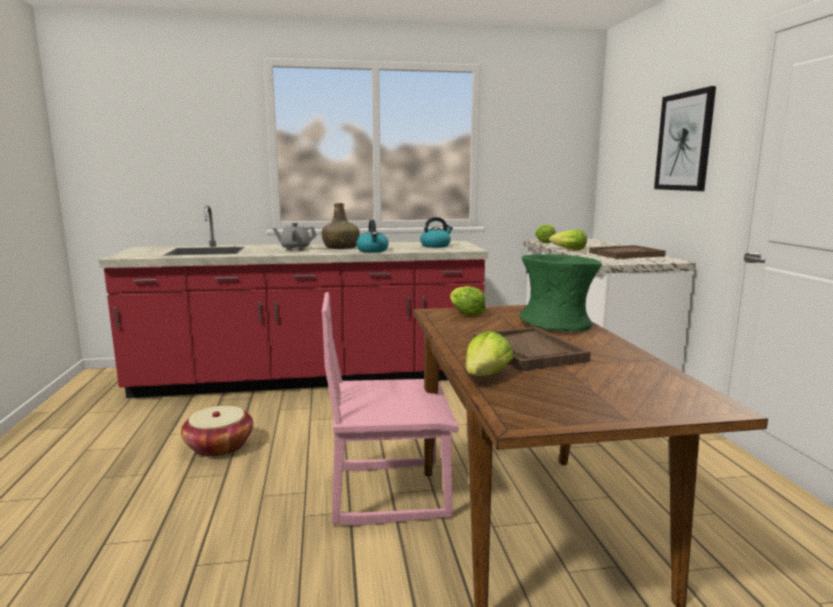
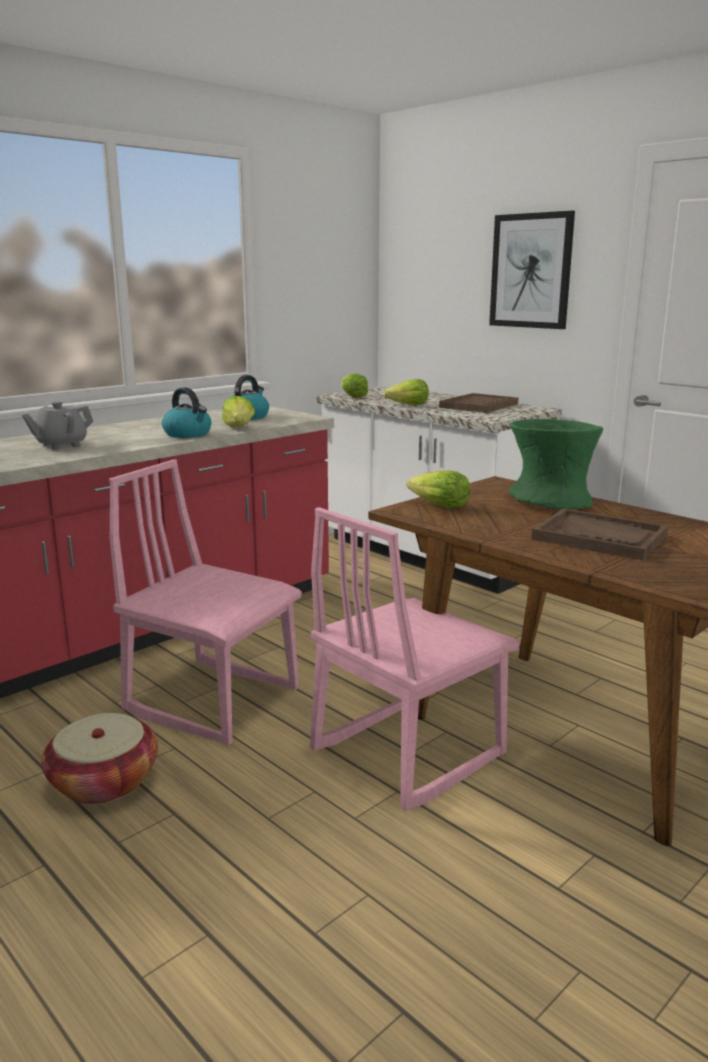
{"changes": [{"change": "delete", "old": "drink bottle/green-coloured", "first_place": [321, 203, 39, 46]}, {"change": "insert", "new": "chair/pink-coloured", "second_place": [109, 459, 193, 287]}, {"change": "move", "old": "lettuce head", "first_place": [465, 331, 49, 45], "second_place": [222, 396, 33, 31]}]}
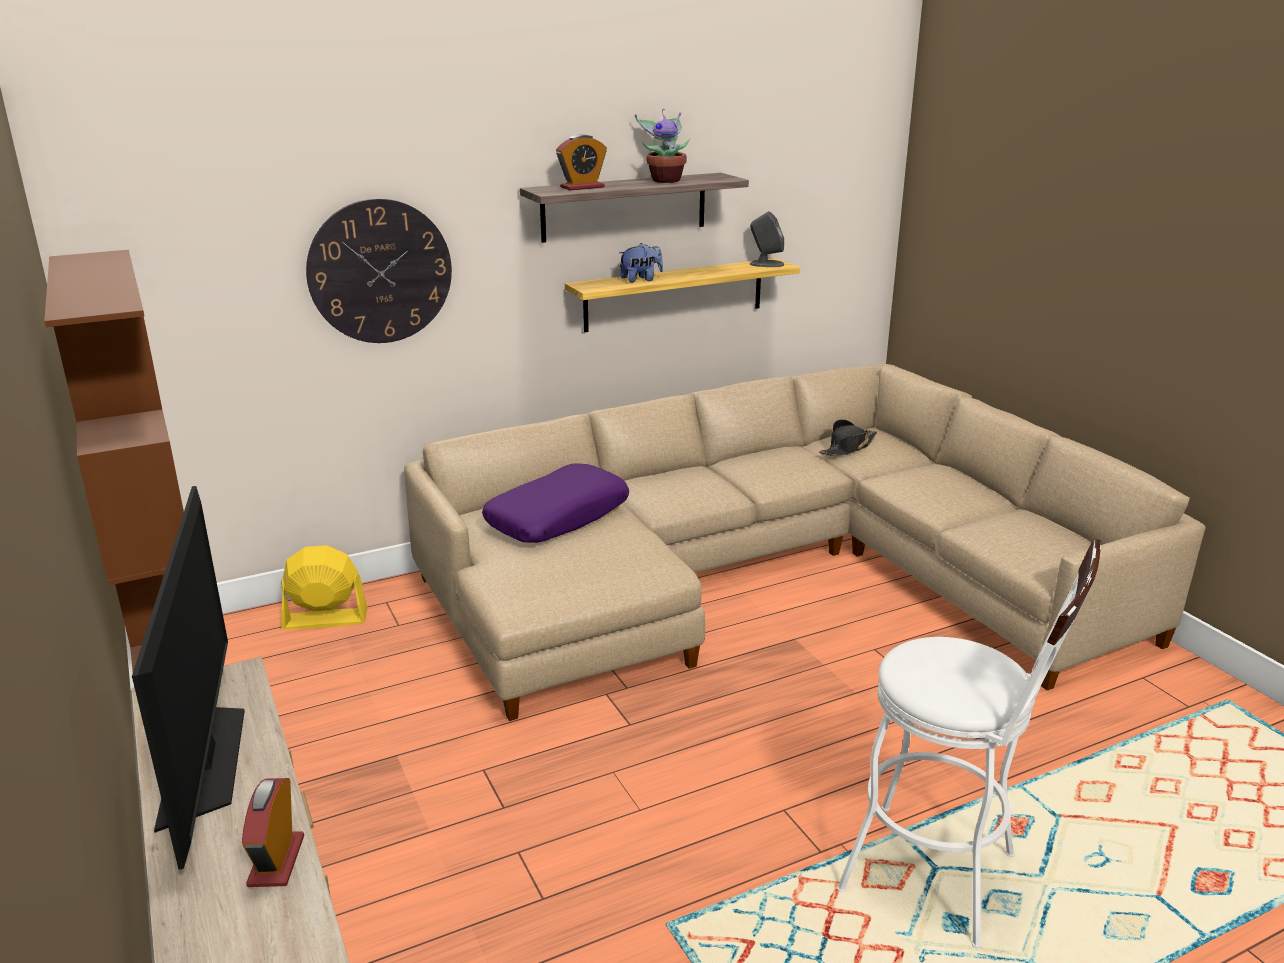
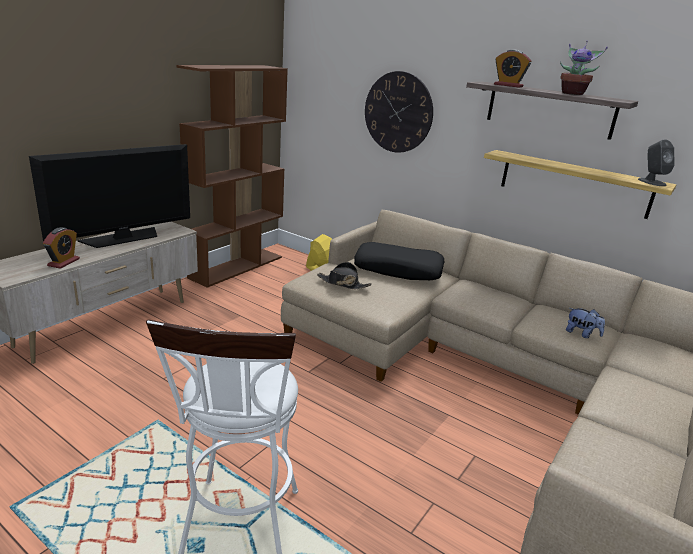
{"changes": [{"change": "move", "old": "plush toy", "first_place": [619, 243, 44, 40], "second_place": [566, 308, 39, 30]}, {"change": "move", "old": "hat/black-coloured", "first_place": [819, 419, 58, 37], "second_place": [317, 262, 55, 27]}, {"change": "recolor", "old": "pillow/purplish", "new": "pillow/black-coloured", "first_place": [482, 463, 147, 80], "second_place": [354, 242, 90, 38]}, {"change": "rotate", "old": "table clock", "first_place": [242, 778, 62, 109], "second_place": [43, 227, 37, 42], "degrees": 135}]}
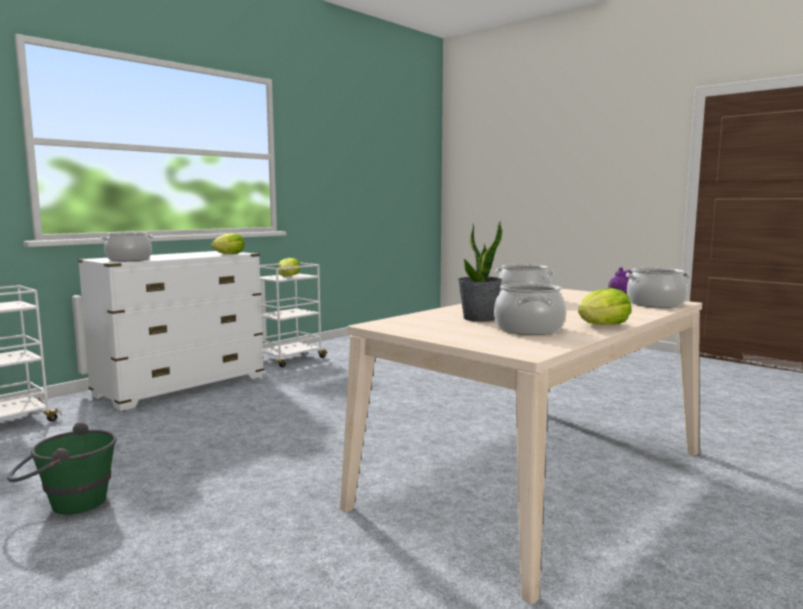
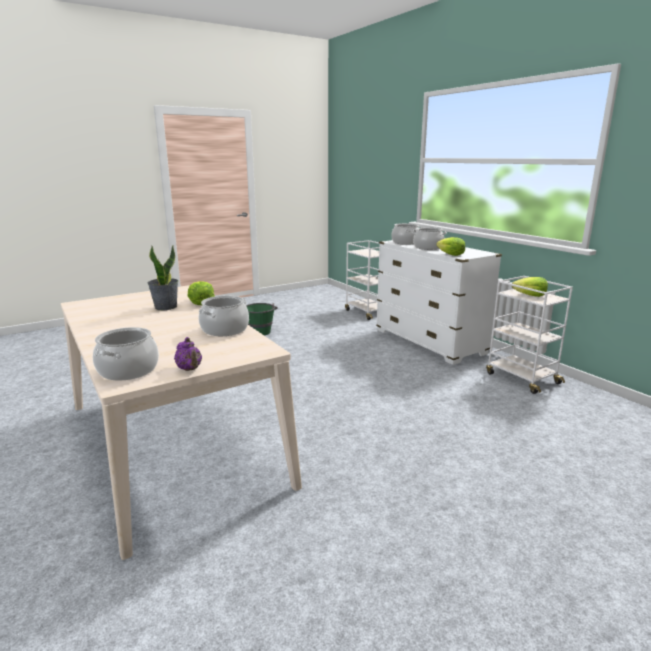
{"changes": [{"change": "move", "old": "cooking pot", "first_place": [494, 283, 73, 52], "second_place": [412, 227, 35, 23]}, {"change": "move", "old": "lettuce head", "first_place": [578, 288, 54, 37], "second_place": [188, 281, 27, 24]}]}
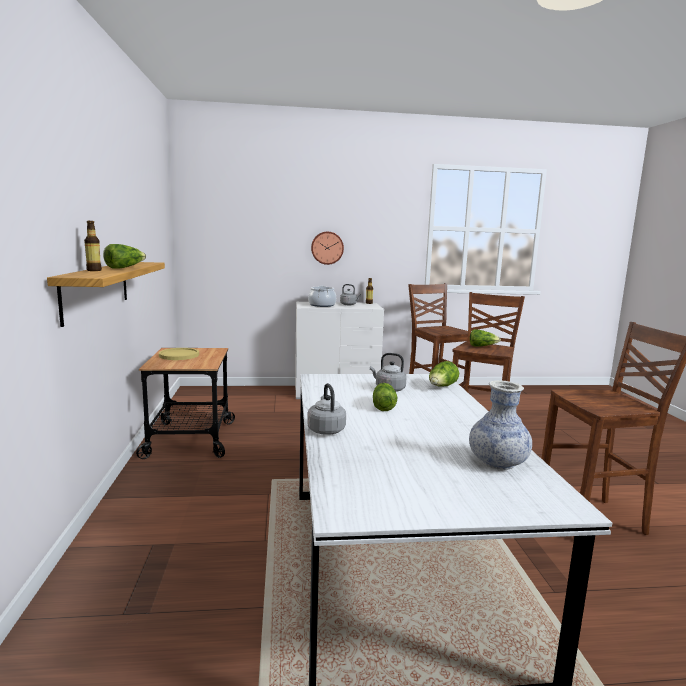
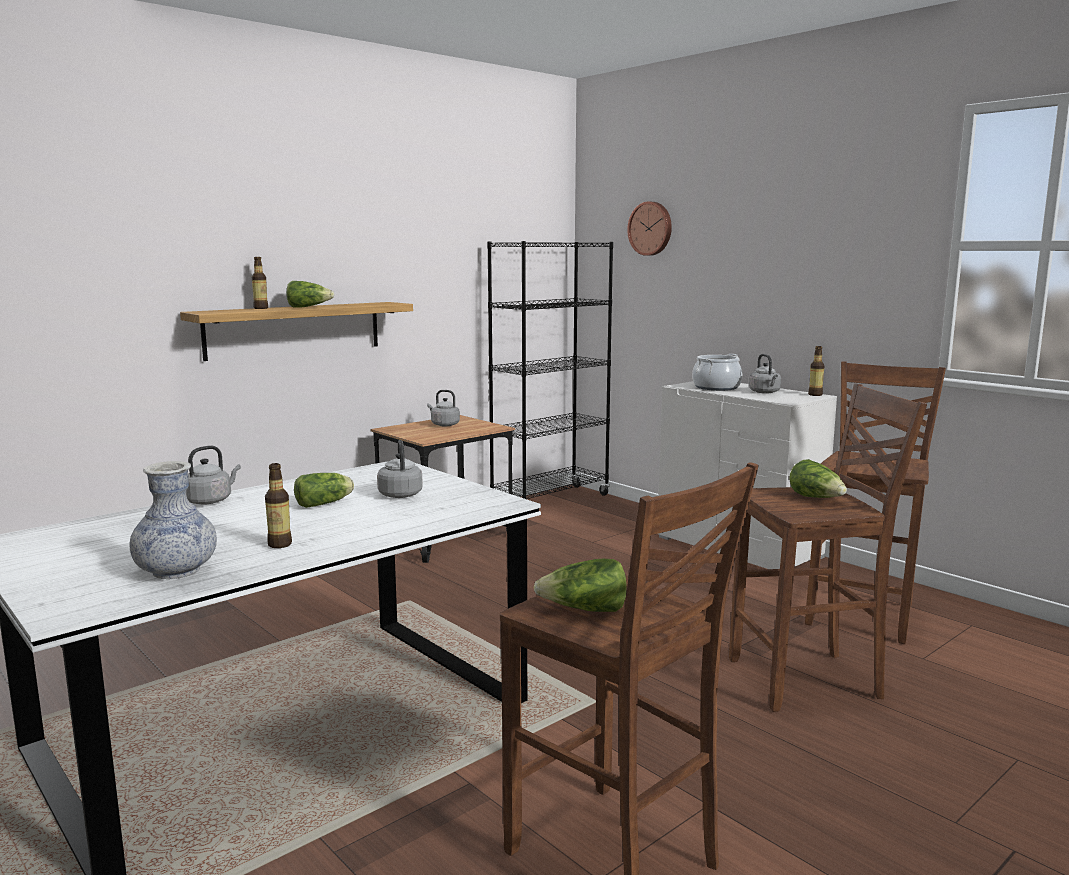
{"changes": [{"change": "insert", "new": "drink bottle", "second_place": [265, 463, 27, 85]}, {"change": "insert", "new": "bookcase/black-coloured", "second_place": [487, 241, 126, 258]}, {"change": "move", "old": "wall clock", "first_place": [311, 232, 33, 33], "second_place": [627, 201, 45, 55]}, {"change": "move", "old": "lettuce head", "first_place": [429, 361, 30, 25], "second_place": [533, 559, 94, 53]}, {"change": "replace", "old": "flat dish/yellowish", "new": "tea kettle/grey", "first_place": [159, 348, 40, 12], "second_place": [427, 390, 33, 36]}]}
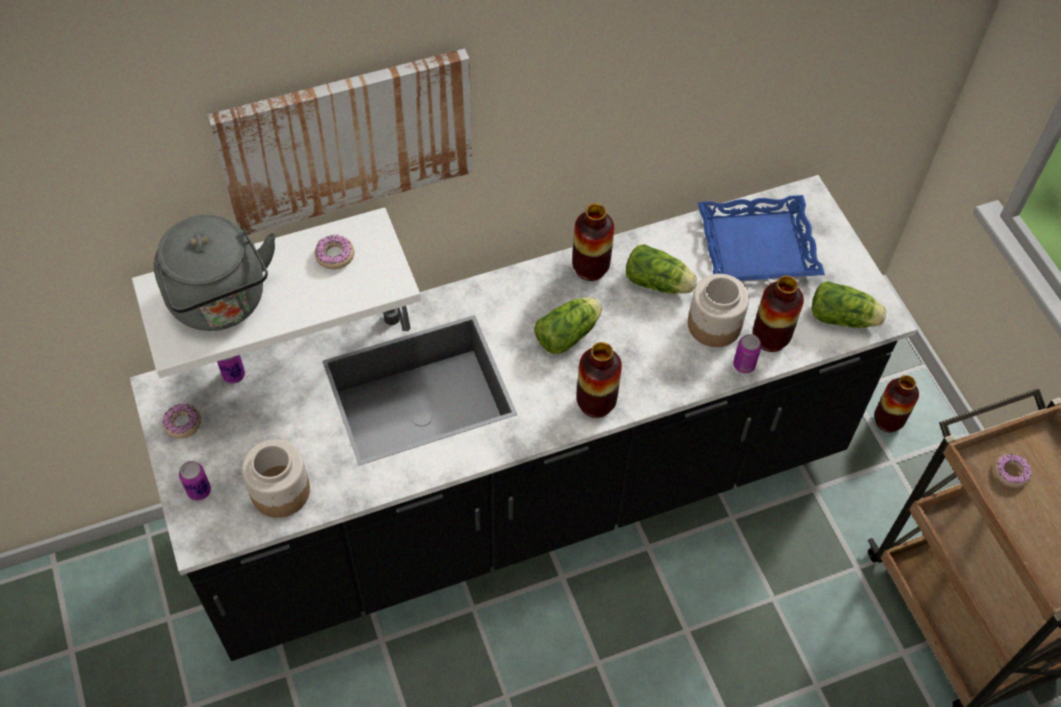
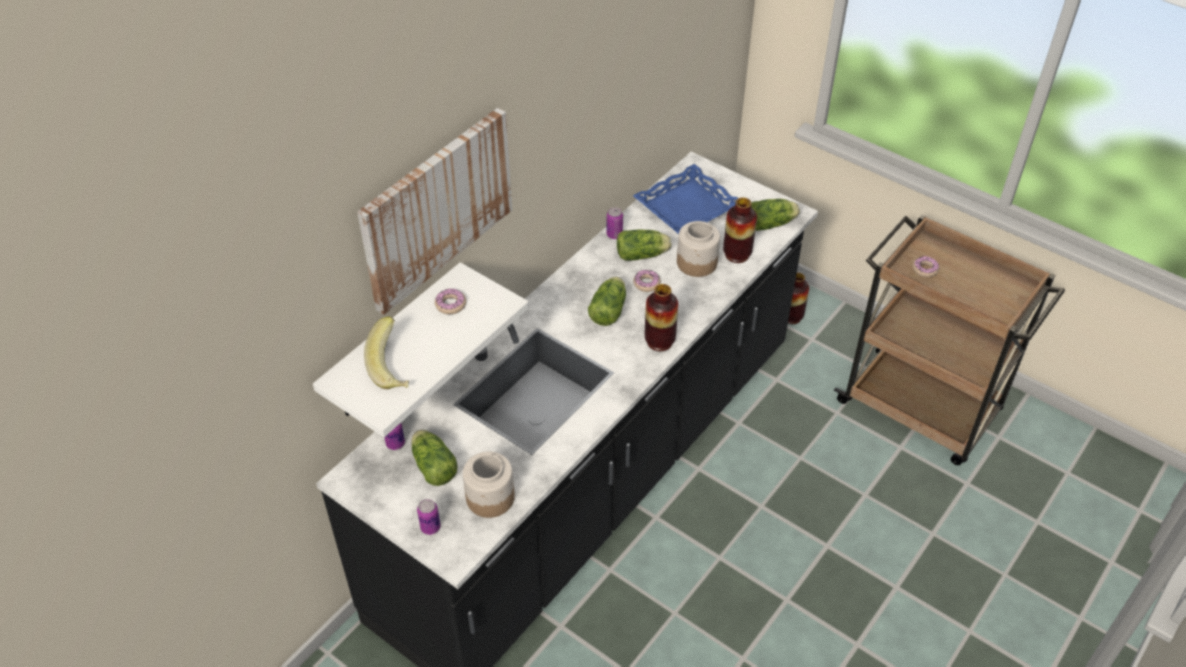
{"changes": [{"change": "delete", "old": "vase", "first_place": [572, 204, 42, 77]}, {"change": "insert", "new": "lettuce head", "second_place": [411, 430, 46, 56]}, {"change": "move", "old": "doughnut", "first_place": [163, 403, 38, 36], "second_place": [633, 270, 28, 22]}, {"change": "move", "old": "can", "first_place": [733, 334, 28, 39], "second_place": [606, 207, 17, 32]}, {"change": "replace", "old": "tea kettle/grey", "new": "banana fruit", "first_place": [154, 215, 122, 116], "second_place": [364, 316, 45, 73]}]}
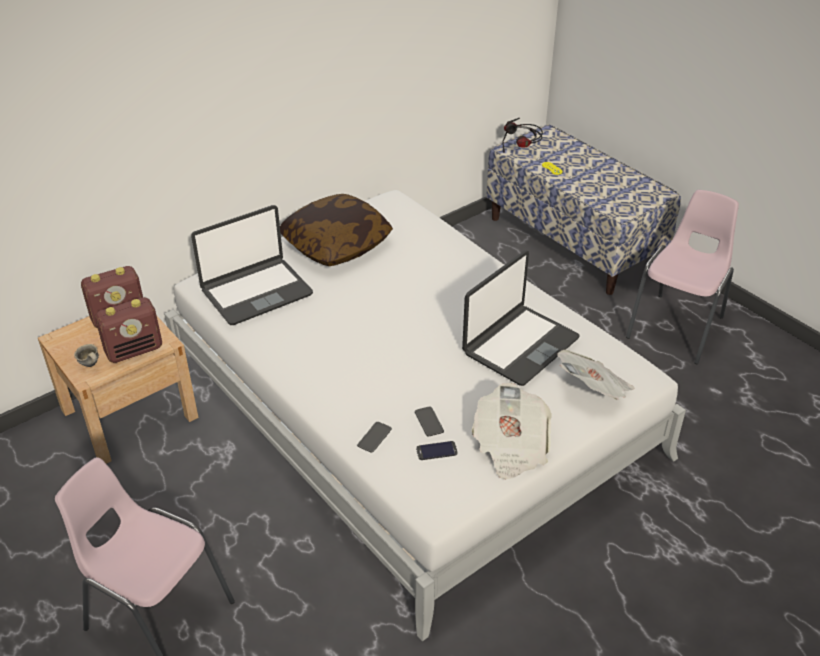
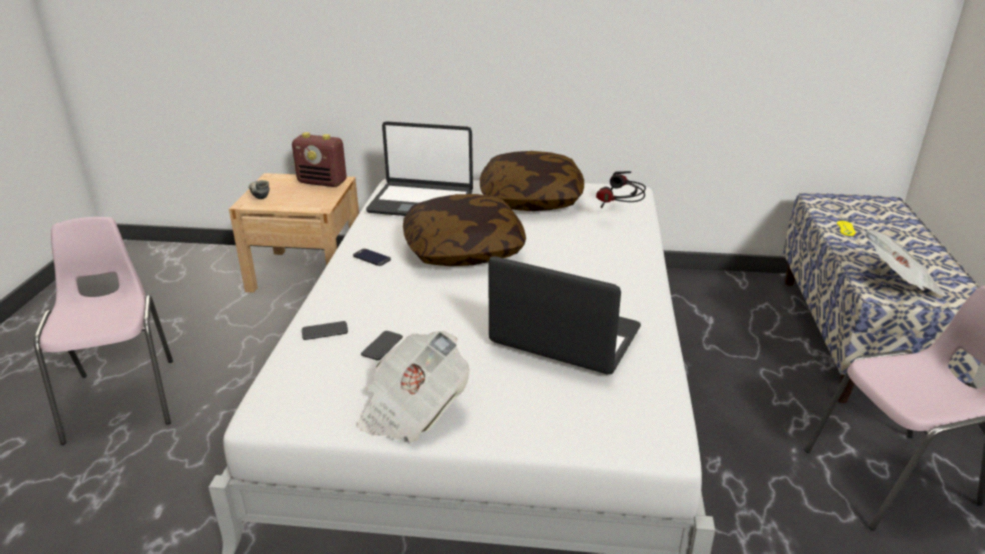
{"changes": [{"change": "delete", "old": "radio set", "first_place": [95, 297, 67, 66]}, {"change": "insert", "new": "pillow", "second_place": [403, 194, 123, 72]}, {"change": "move", "old": "handset", "first_place": [416, 441, 42, 19], "second_place": [353, 248, 38, 18]}, {"change": "move", "old": "headset", "first_place": [502, 118, 41, 35], "second_place": [596, 171, 50, 37]}, {"change": "move", "old": "daily paper", "first_place": [557, 350, 78, 50], "second_place": [861, 230, 86, 66]}, {"change": "rotate", "old": "portable computer", "first_place": [462, 251, 118, 135], "second_place": [488, 256, 153, 118], "degrees": -150}]}
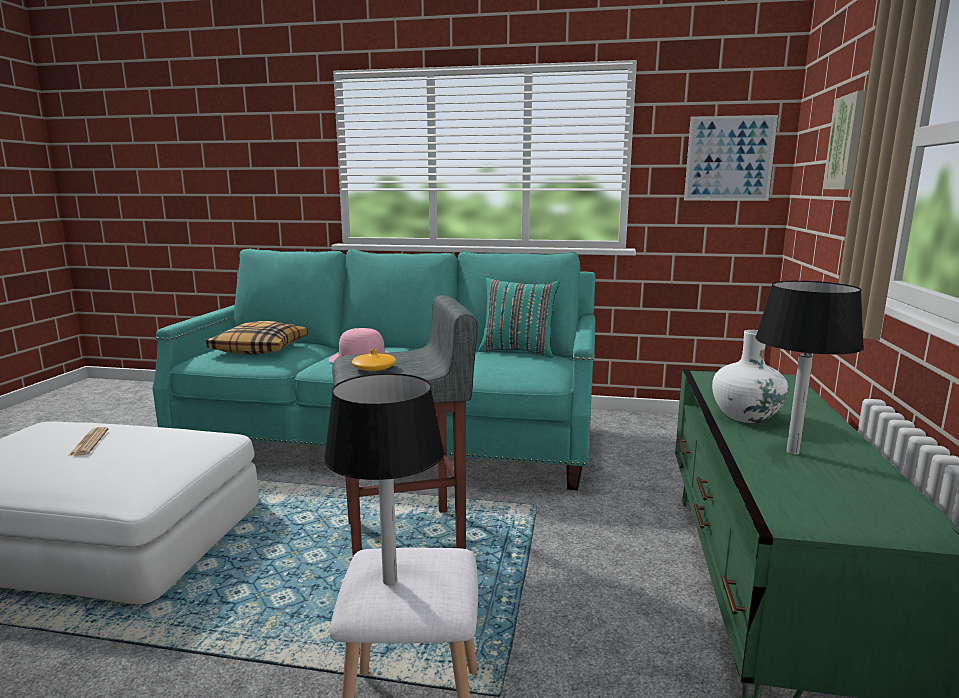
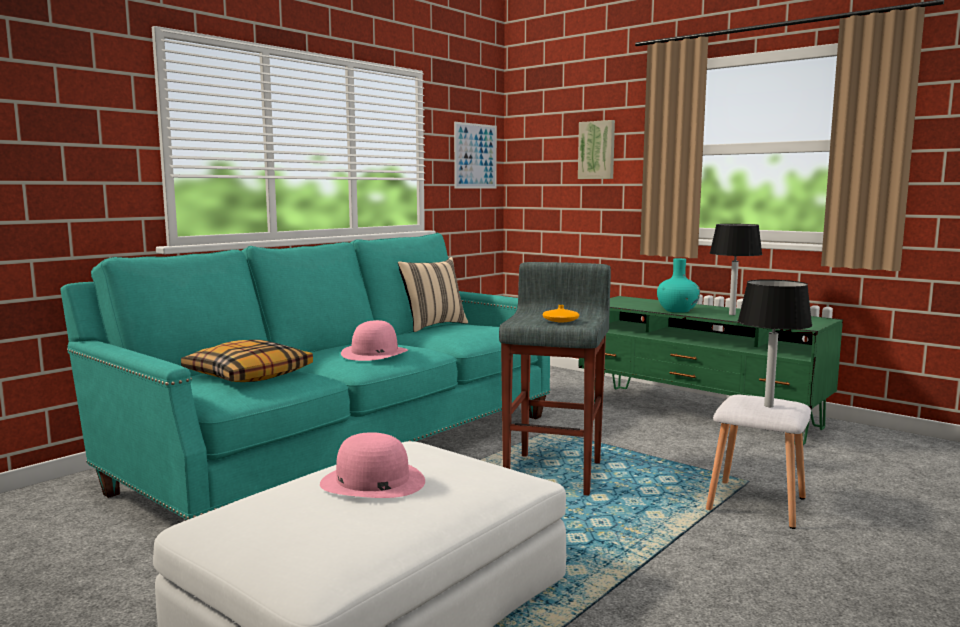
{"changes": [{"change": "replace", "old": "daily paper", "new": "hat/pink-coloured", "first_place": [68, 427, 40, 29], "second_place": [320, 432, 105, 66]}, {"change": "recolor", "old": "pillow/turquoise-coloured", "new": "pillow/sand-coloured", "first_place": [478, 278, 81, 80], "second_place": [398, 257, 70, 75]}, {"change": "recolor", "old": "vase/whitish", "new": "vase/turquoise-coloured", "first_place": [712, 330, 77, 93], "second_place": [657, 258, 43, 55]}]}
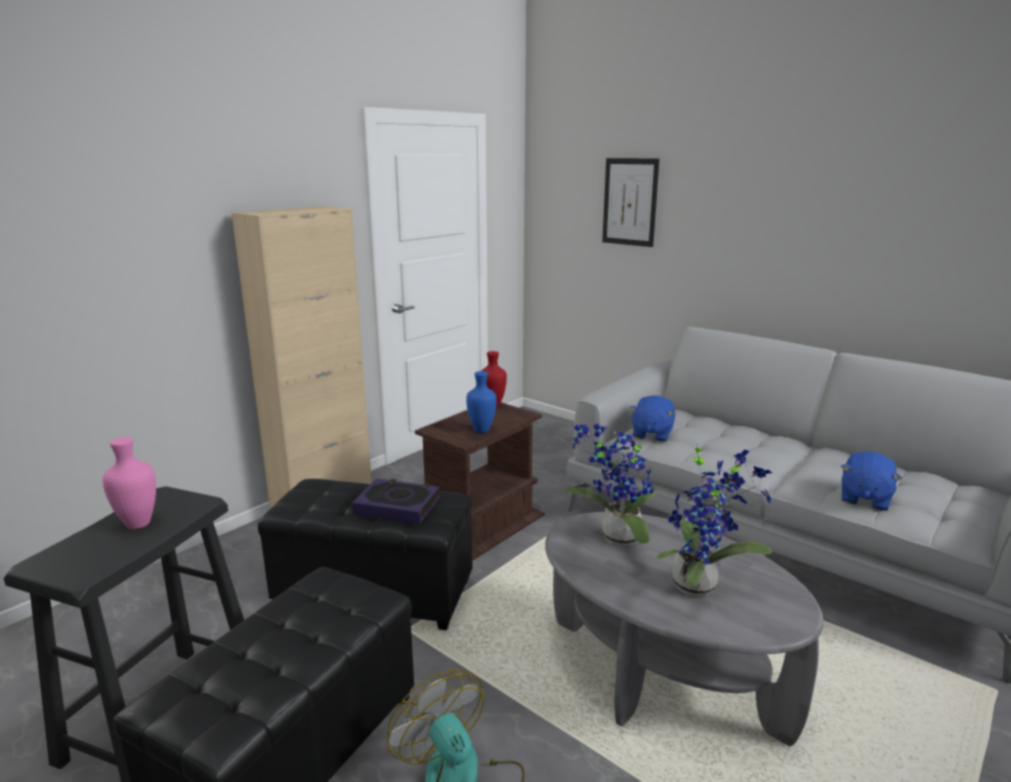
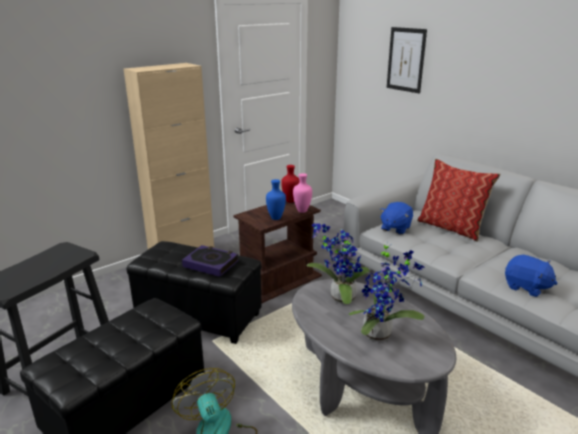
{"changes": [{"change": "insert", "new": "pillow", "second_place": [417, 159, 84, 83]}, {"change": "move", "old": "vase/pink-coloured", "first_place": [102, 437, 54, 92], "second_place": [293, 173, 19, 40]}, {"change": "rotate", "old": "plush toy/bluish", "first_place": [841, 452, 61, 59], "second_place": [505, 255, 53, 42], "degrees": -90}]}
